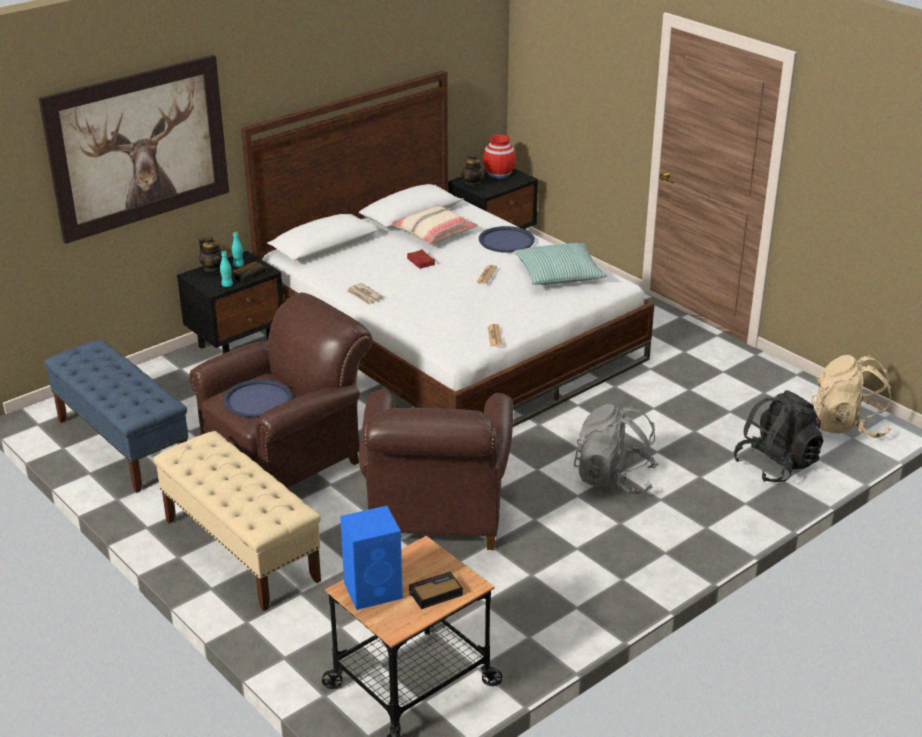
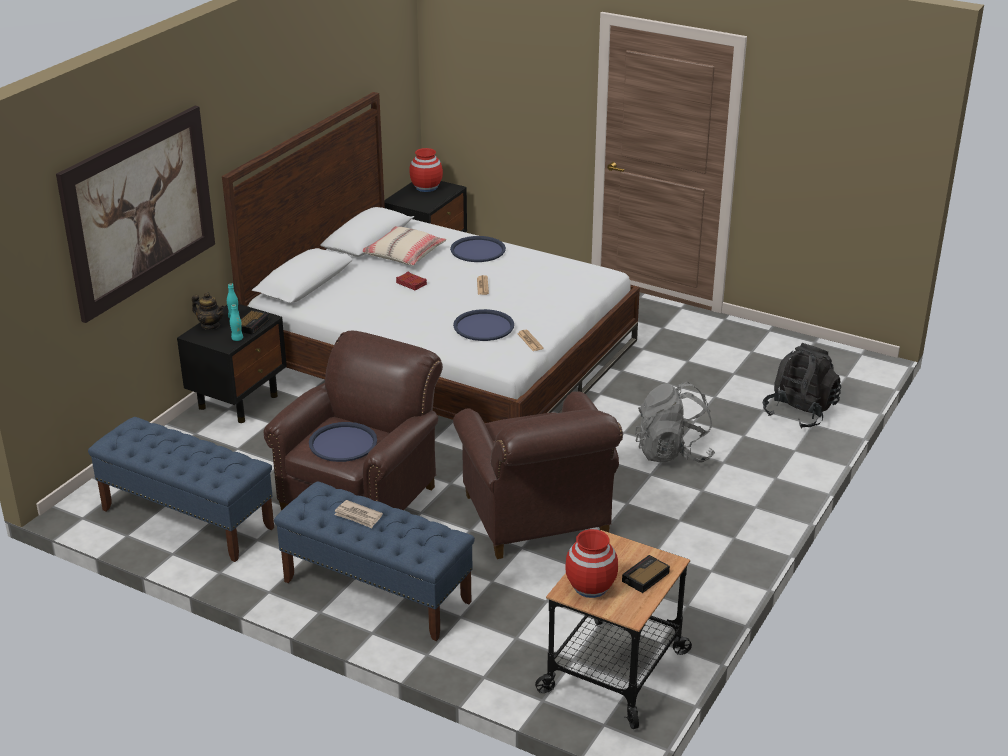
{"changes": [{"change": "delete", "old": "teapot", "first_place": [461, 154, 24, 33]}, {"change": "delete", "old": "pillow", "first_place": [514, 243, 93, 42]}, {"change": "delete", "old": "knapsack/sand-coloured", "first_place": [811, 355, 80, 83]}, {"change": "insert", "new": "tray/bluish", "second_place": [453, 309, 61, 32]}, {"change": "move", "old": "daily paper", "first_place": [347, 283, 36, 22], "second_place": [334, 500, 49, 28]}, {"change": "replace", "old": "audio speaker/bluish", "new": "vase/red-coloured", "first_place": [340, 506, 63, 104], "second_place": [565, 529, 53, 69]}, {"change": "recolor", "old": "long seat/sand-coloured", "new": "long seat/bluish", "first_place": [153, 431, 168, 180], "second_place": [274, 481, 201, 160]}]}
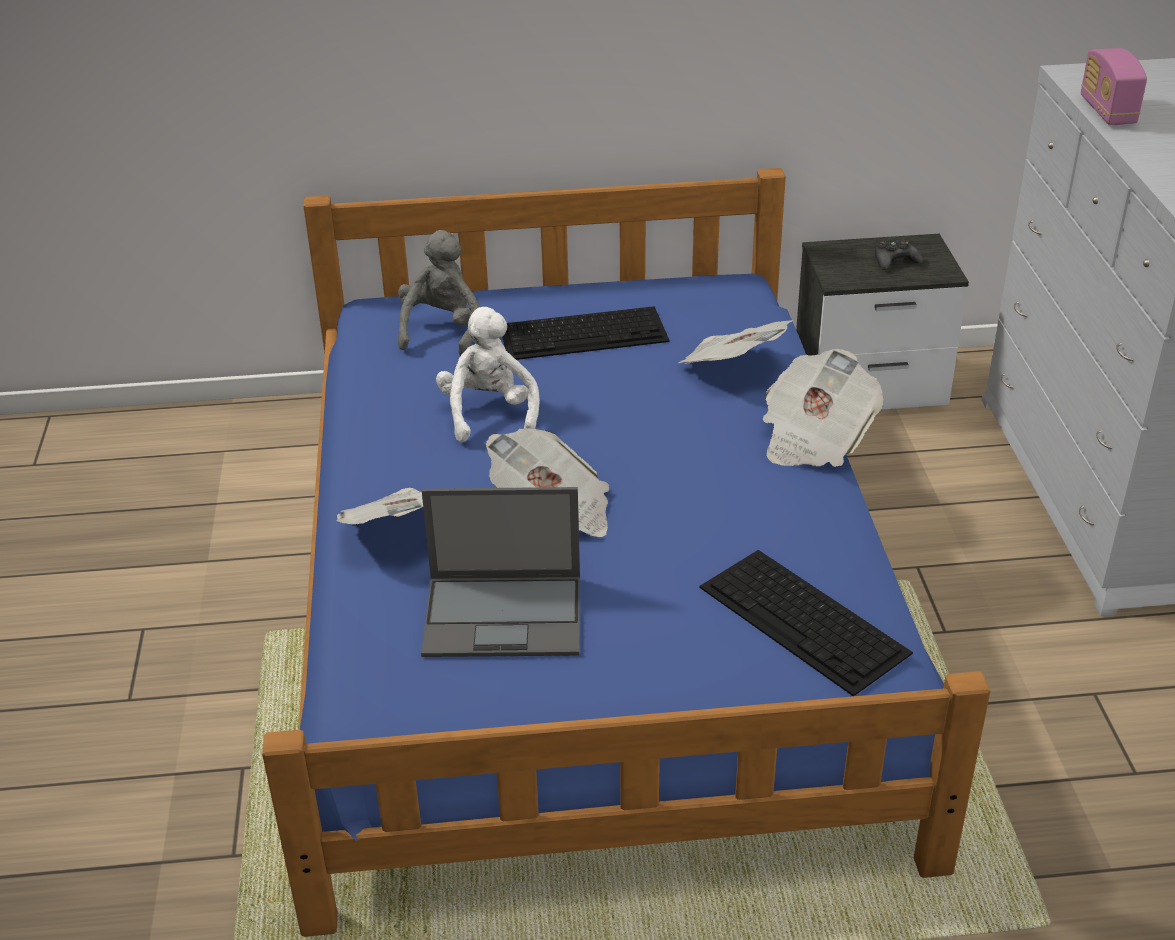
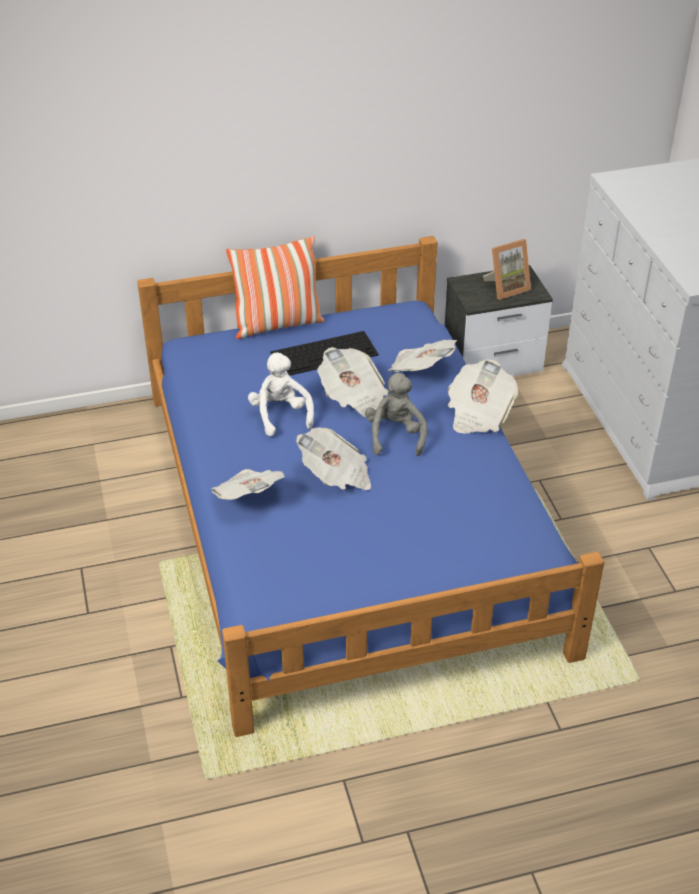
{"changes": [{"change": "delete", "old": "portable computer", "first_place": [421, 487, 159, 170]}, {"change": "delete", "old": "PC keyboard", "first_place": [699, 550, 214, 146]}, {"change": "delete", "old": "radio set", "first_place": [1081, 48, 66, 77]}, {"change": "insert", "new": "pillow", "second_place": [226, 236, 99, 103]}, {"change": "insert", "new": "daily paper", "second_place": [317, 347, 72, 70]}, {"change": "move", "old": "plush toy/grey", "first_place": [398, 230, 82, 126], "second_place": [365, 373, 62, 83]}, {"change": "replace", "old": "gamepad/black-coloured", "new": "standing frame", "first_place": [875, 239, 48, 31], "second_place": [483, 239, 48, 61]}]}
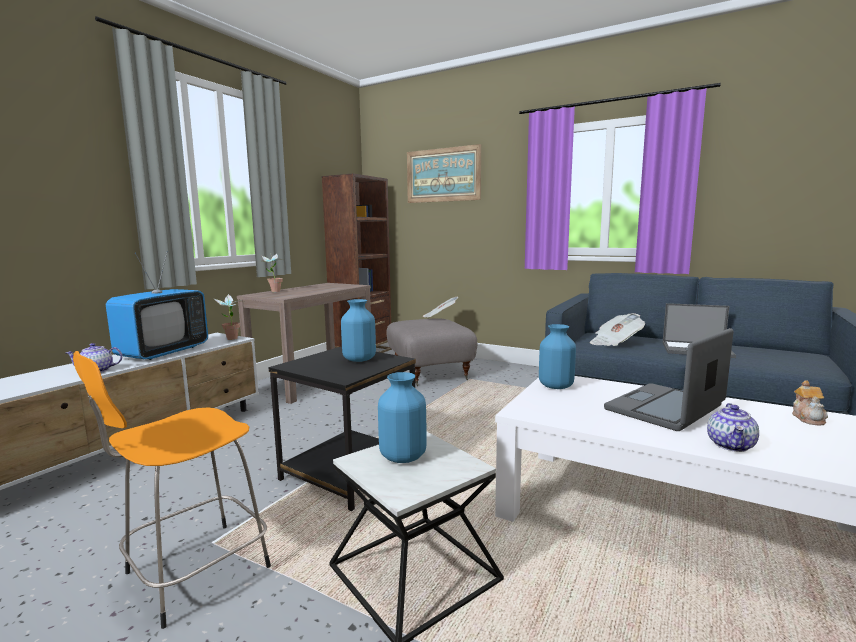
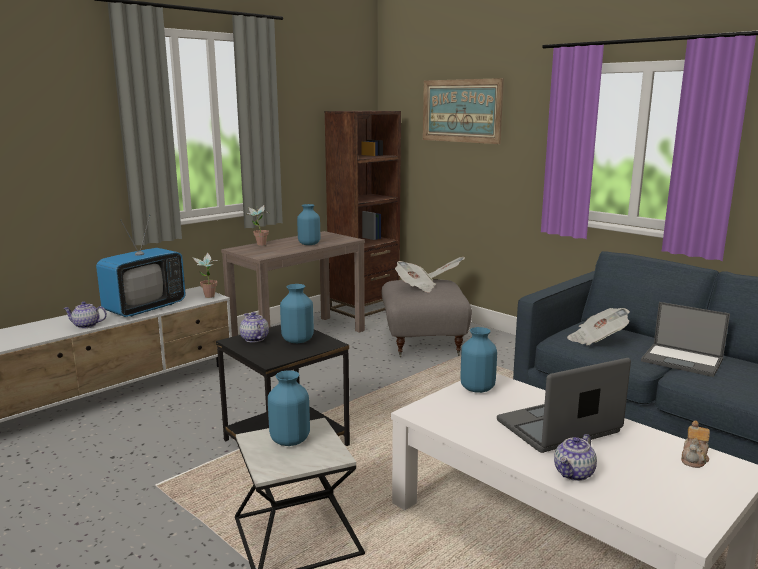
{"changes": [{"change": "delete", "old": "stool seat/orangey", "first_place": [73, 351, 198, 278]}, {"change": "insert", "new": "teapot", "second_place": [240, 312, 29, 30]}, {"change": "insert", "new": "vase/bluish", "second_place": [297, 204, 23, 41]}, {"change": "insert", "new": "daily paper", "second_place": [395, 261, 41, 32]}]}
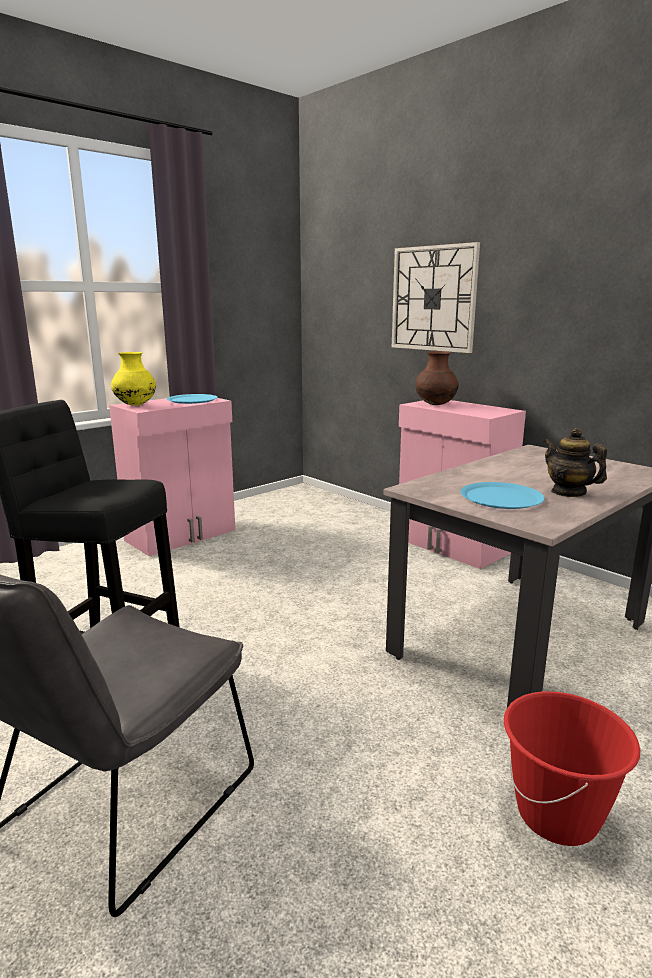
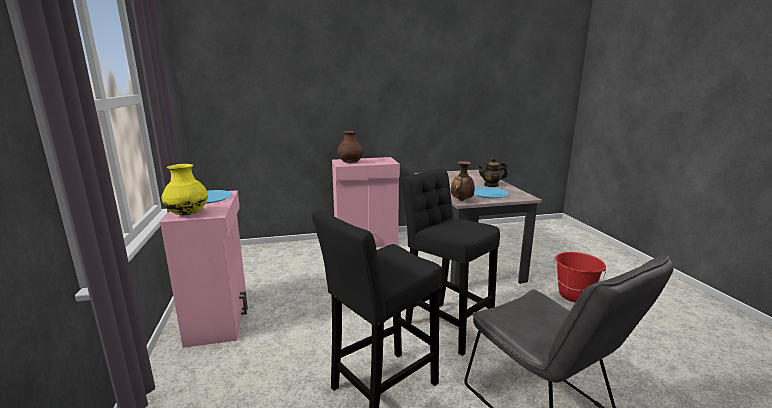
{"changes": [{"change": "delete", "old": "wall clock", "first_place": [392, 242, 88, 111]}, {"change": "insert", "new": "stool seat/black-coloured", "second_place": [401, 168, 99, 188]}, {"change": "insert", "new": "vase", "second_place": [451, 161, 24, 40]}]}
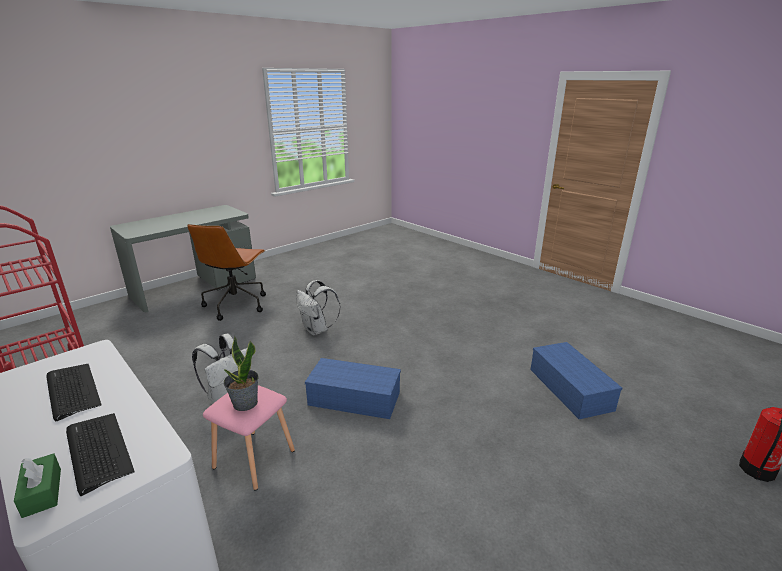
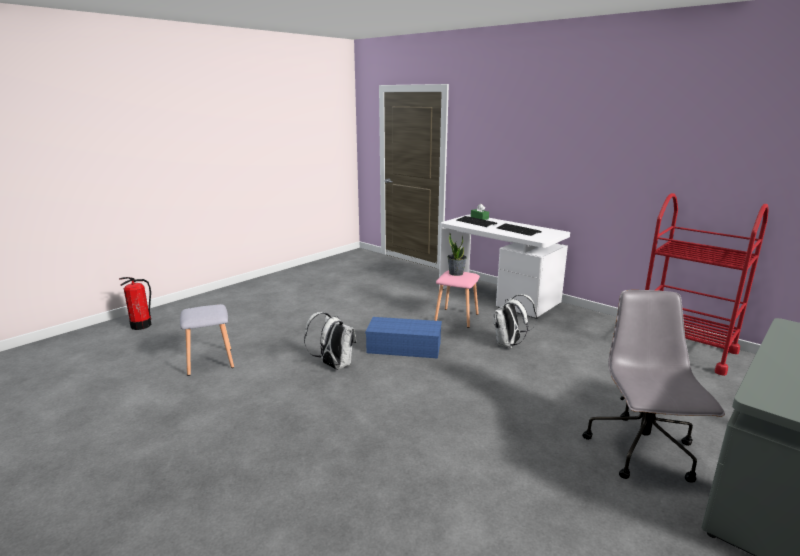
{"changes": [{"change": "move", "old": "knapsack/whitish", "first_place": [296, 280, 45, 55], "second_place": [304, 312, 52, 58]}, {"change": "replace", "old": "storage box/bluish", "new": "stool seat/grey", "first_place": [531, 342, 91, 77], "second_place": [180, 304, 54, 72]}, {"change": "recolor", "old": "computer chair/brownish", "new": "computer chair/grey", "first_place": [187, 224, 79, 97], "second_place": [582, 290, 143, 193]}]}
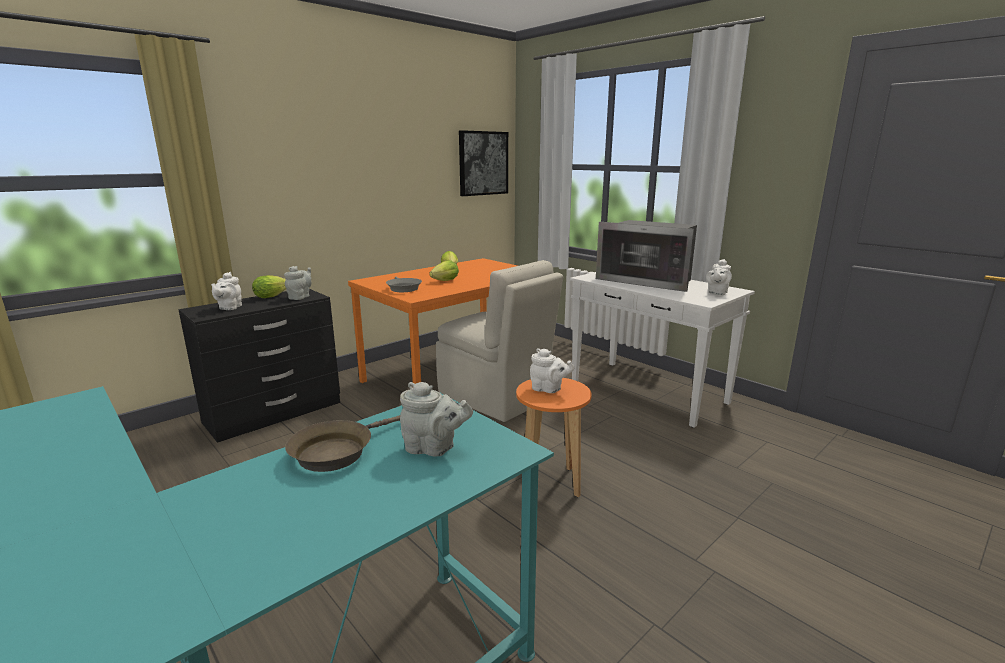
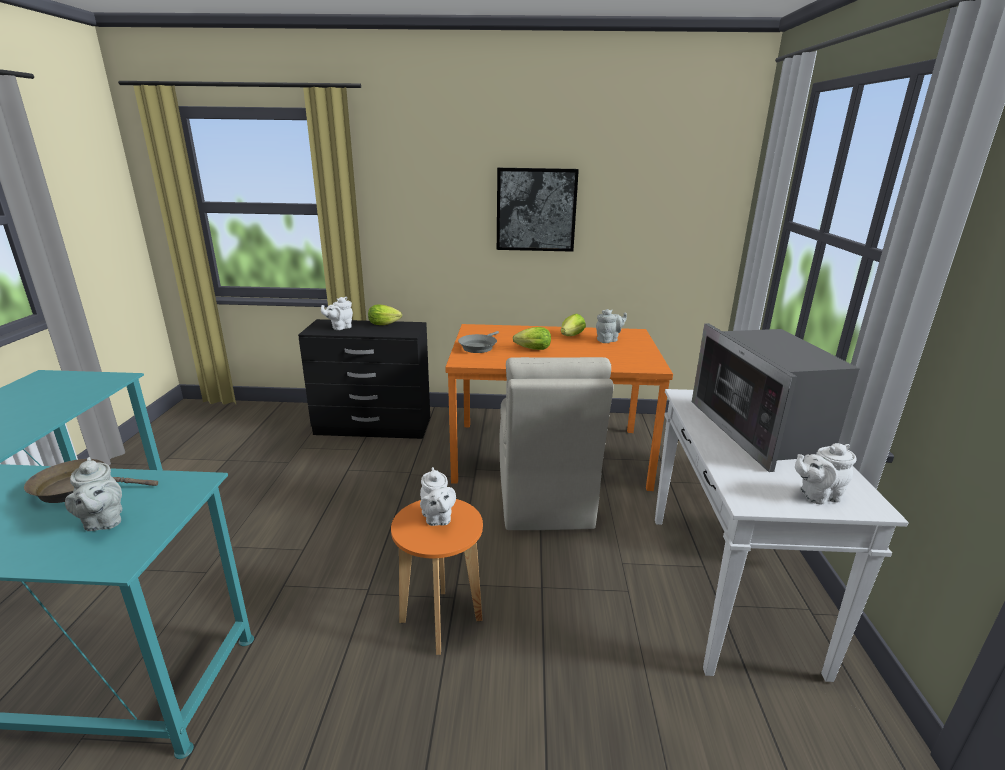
{"changes": [{"change": "move", "old": "teapot/grey", "first_place": [284, 266, 27, 34], "second_place": [596, 309, 31, 34]}, {"change": "move", "old": "wall art", "first_place": [459, 130, 49, 66], "second_place": [497, 168, 82, 84]}]}
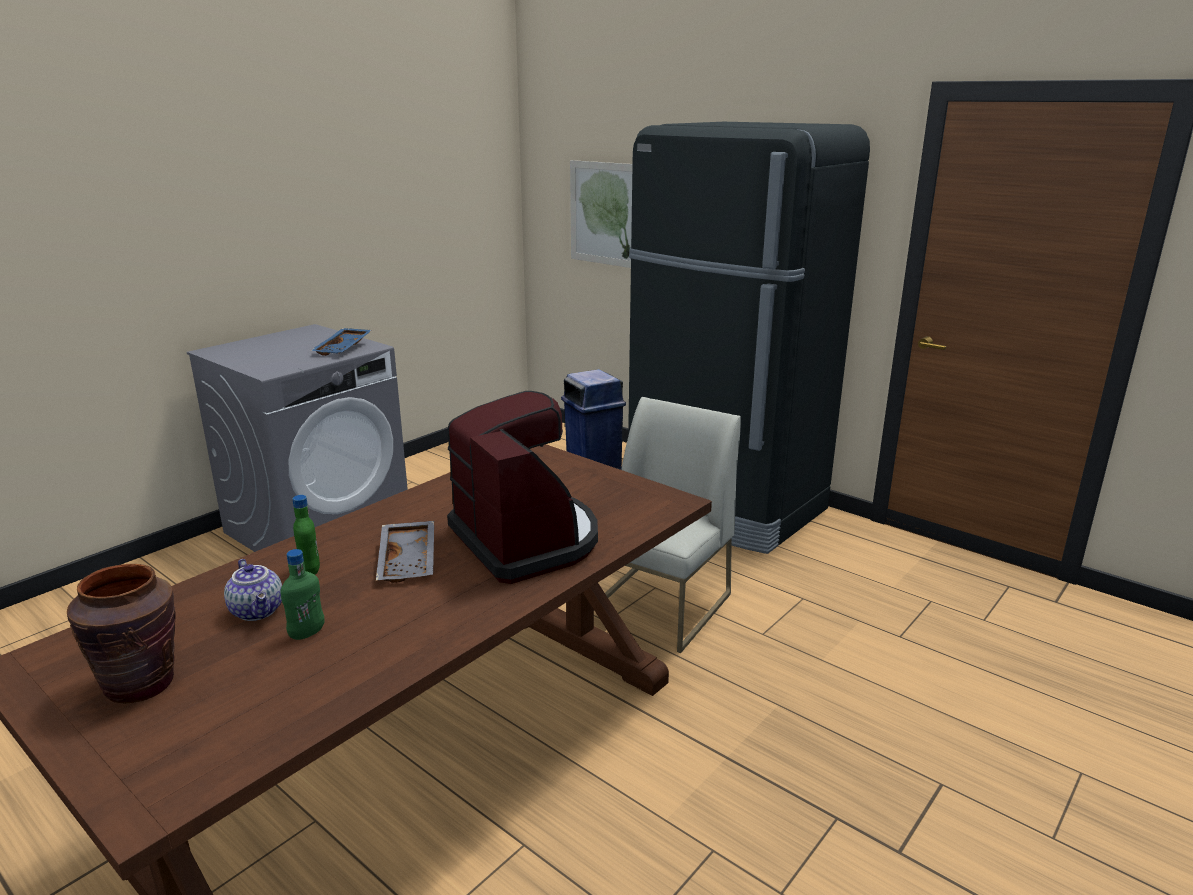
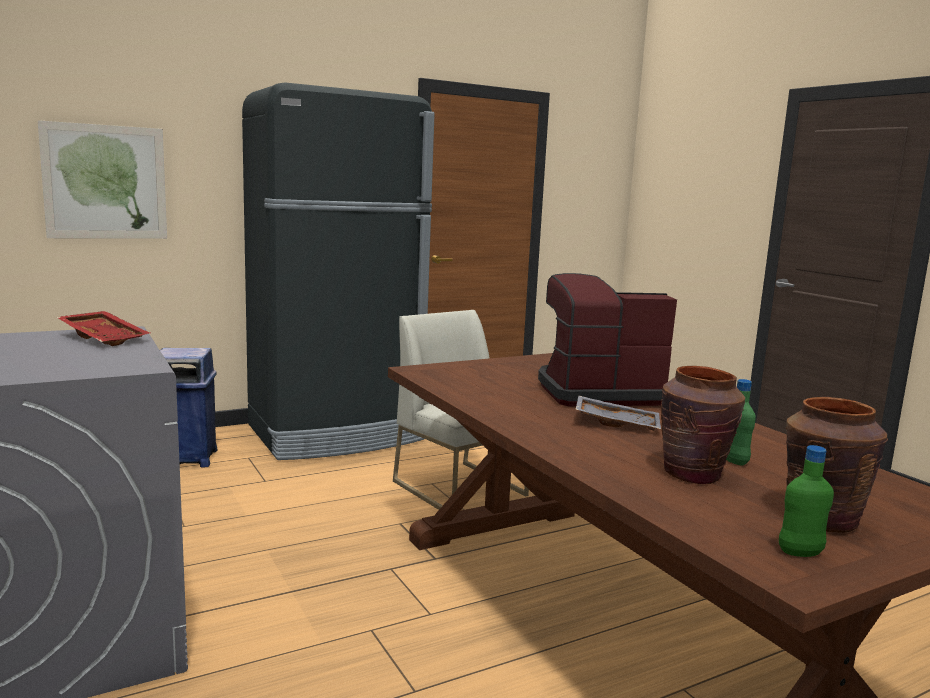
{"changes": [{"change": "move", "old": "drink bottle/green-coloured", "first_place": [292, 495, 28, 80], "second_place": [779, 445, 55, 112]}, {"change": "replace", "old": "teapot", "new": "vase/brownish", "first_place": [224, 559, 58, 62], "second_place": [661, 366, 84, 118]}, {"change": "recolor", "old": "tray/bluish", "new": "tray/red-coloured", "first_place": [311, 328, 61, 28], "second_place": [57, 311, 93, 35]}]}
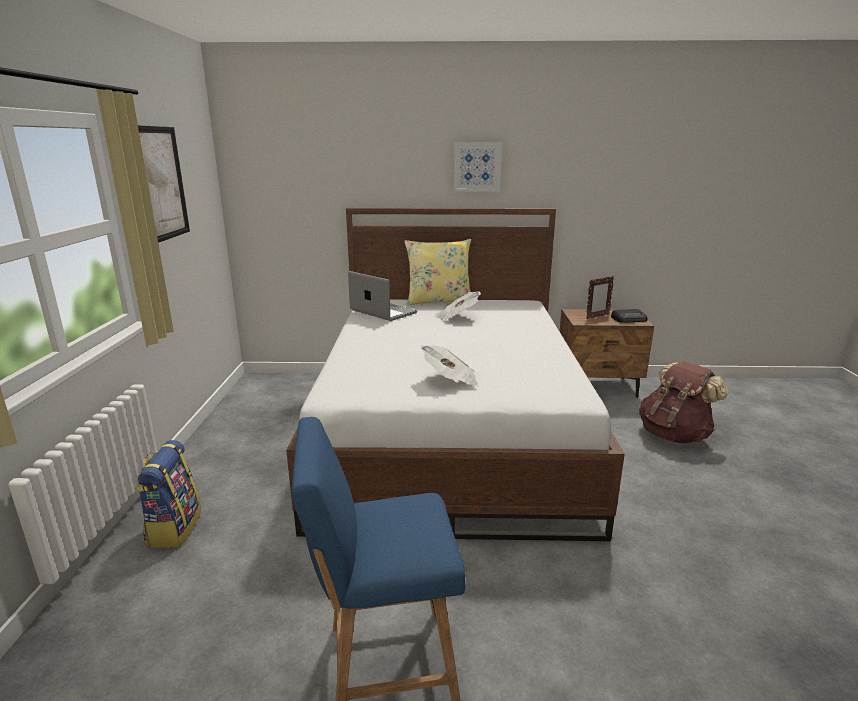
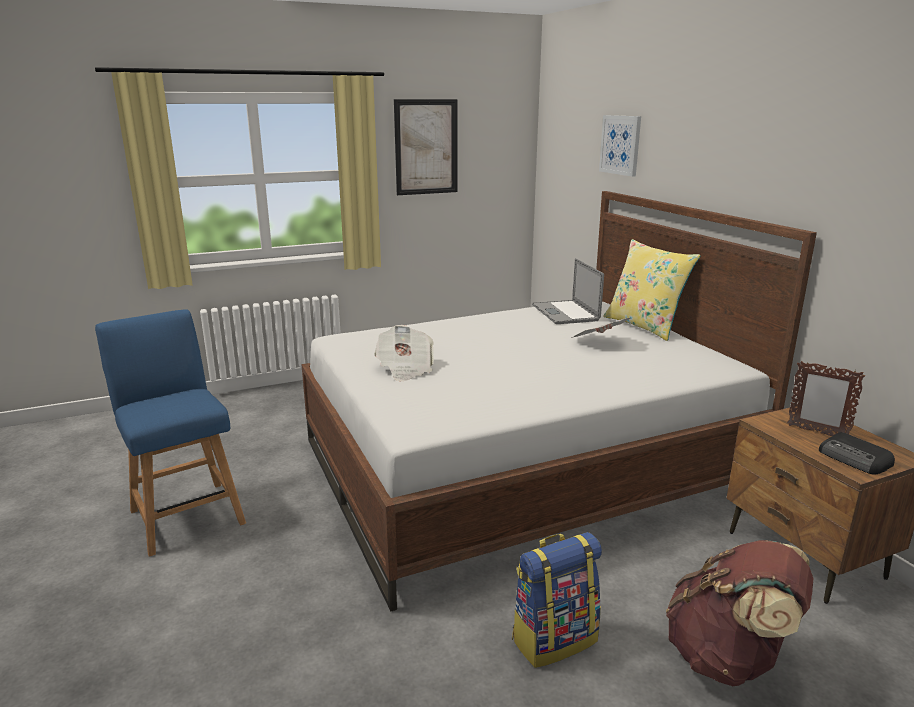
{"changes": [{"change": "move", "old": "knapsack", "first_place": [136, 440, 65, 108], "second_place": [512, 532, 90, 136]}, {"change": "move", "old": "wall art", "first_place": [453, 142, 49, 49], "second_place": [599, 115, 42, 62]}, {"change": "rotate", "old": "portable computer", "first_place": [348, 271, 69, 50], "second_place": [532, 258, 72, 66], "degrees": 150}]}
